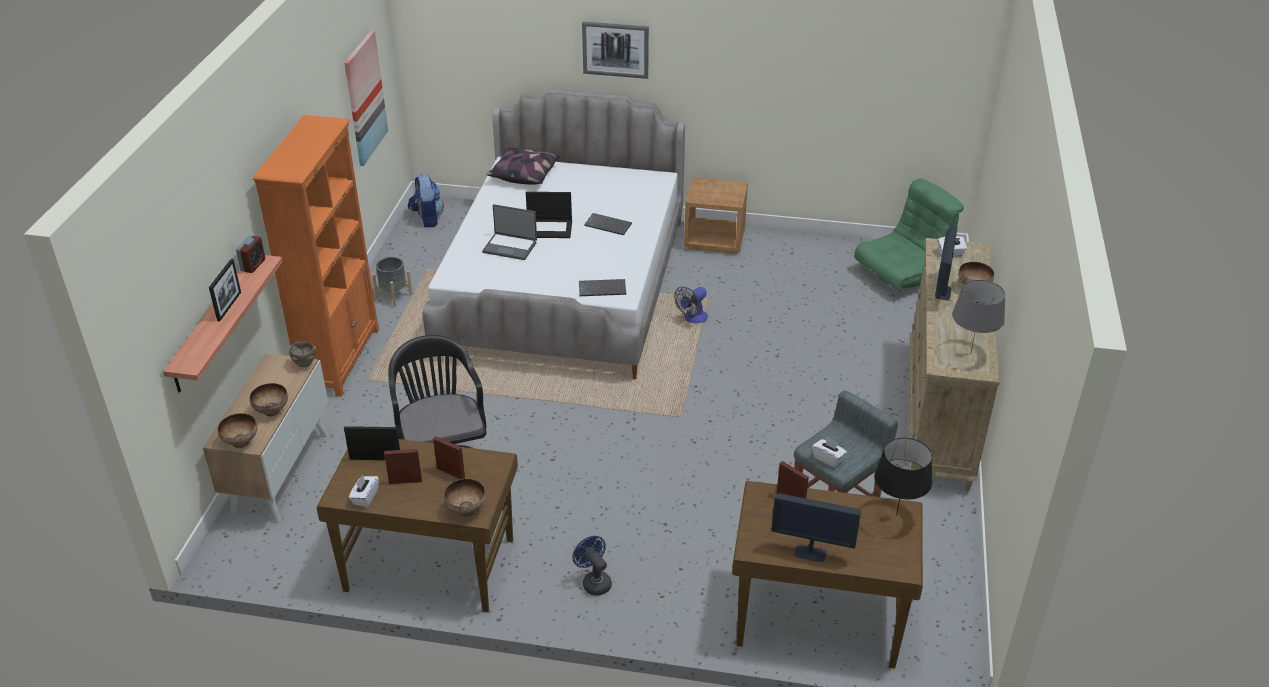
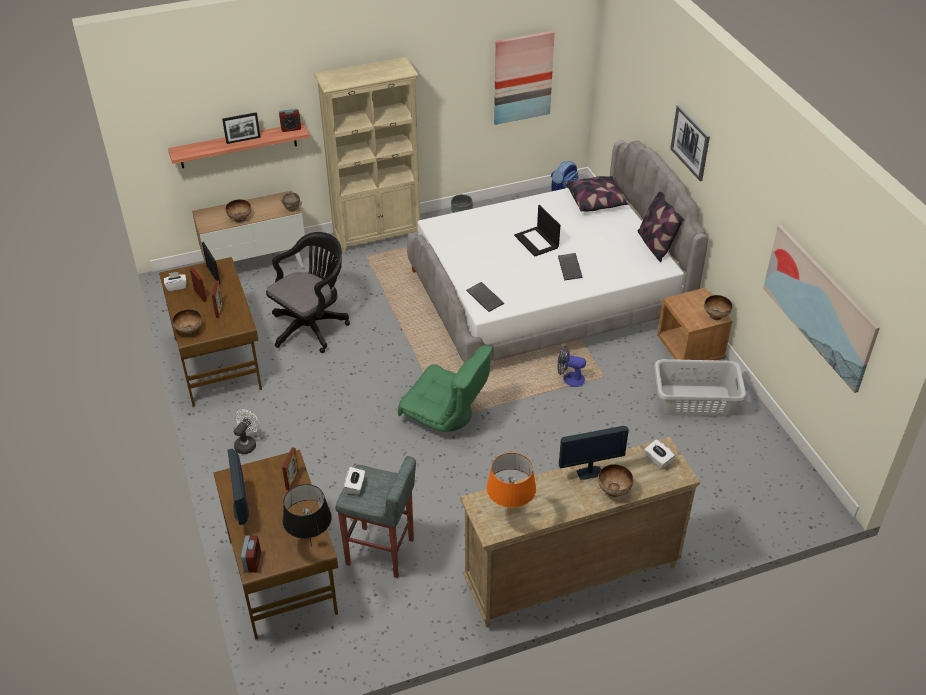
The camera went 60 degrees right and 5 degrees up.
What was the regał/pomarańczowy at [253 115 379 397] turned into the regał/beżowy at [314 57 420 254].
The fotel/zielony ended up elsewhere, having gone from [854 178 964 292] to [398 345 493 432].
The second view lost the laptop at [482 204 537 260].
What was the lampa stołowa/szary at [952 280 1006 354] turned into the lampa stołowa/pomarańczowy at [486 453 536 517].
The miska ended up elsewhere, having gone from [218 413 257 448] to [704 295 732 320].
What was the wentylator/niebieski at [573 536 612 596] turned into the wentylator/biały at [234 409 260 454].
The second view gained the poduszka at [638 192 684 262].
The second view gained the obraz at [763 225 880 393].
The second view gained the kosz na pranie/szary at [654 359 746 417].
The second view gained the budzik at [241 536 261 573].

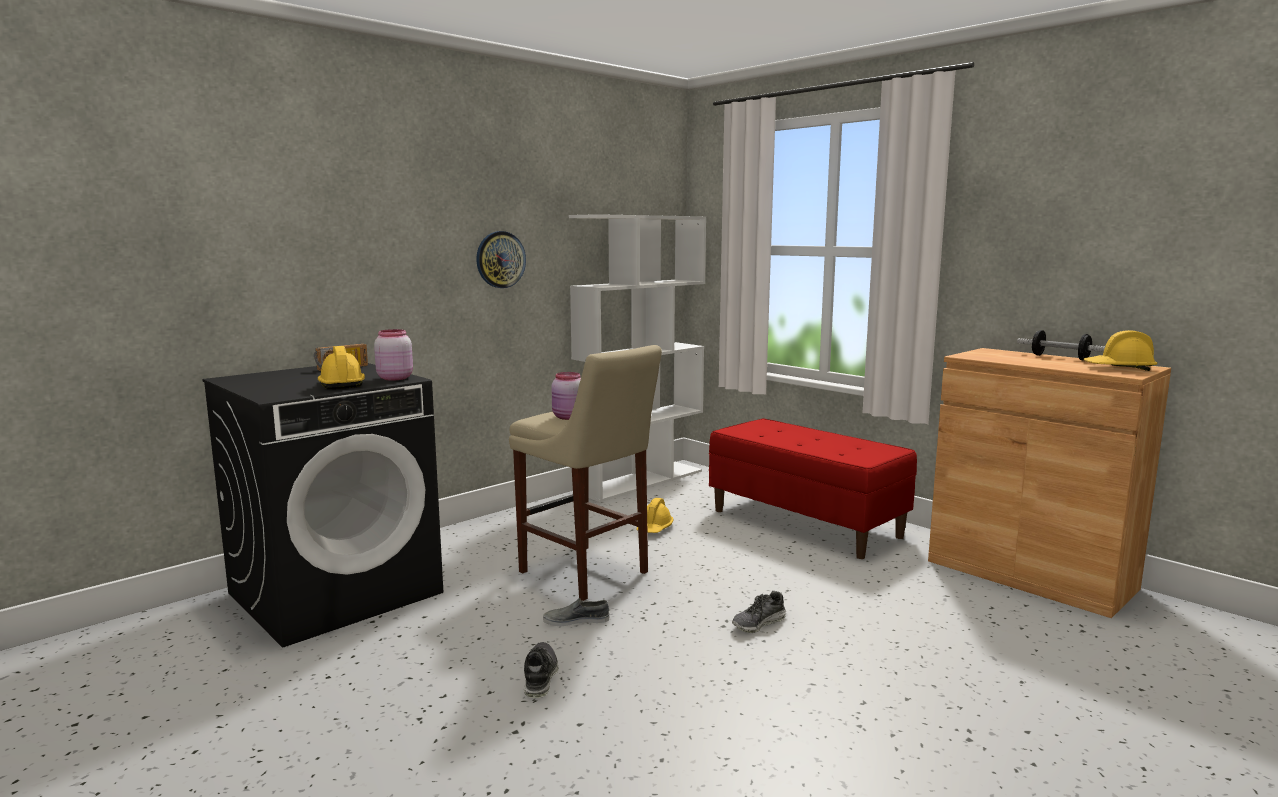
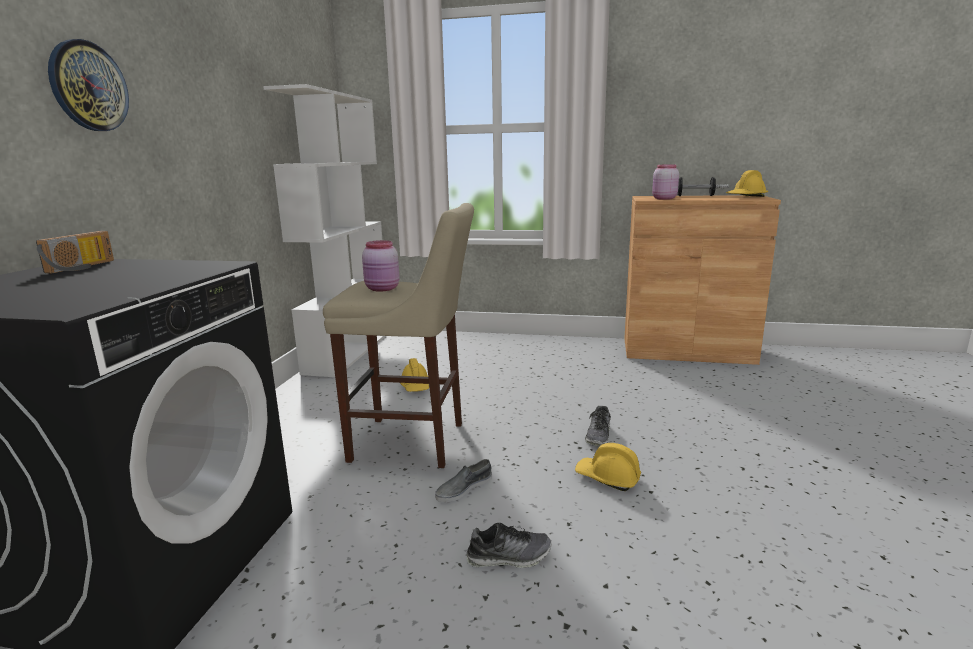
The camera went 35 degrees left and 5 degrees up.
The zegar ścienny ended up elsewhere, having gone from [476 231 526 288] to [48 39 129 131].
The słoik/różowy ended up elsewhere, having gone from [374 329 413 381] to [652 164 679 200].
The kask/żółty ended up elsewhere, having gone from [318 346 365 389] to [575 443 641 491].
The second view lost the ławka/czerwony at [709 419 917 559].
The but at [524 642 559 698] ended up facing another way, 120 degrees clockwise from before.

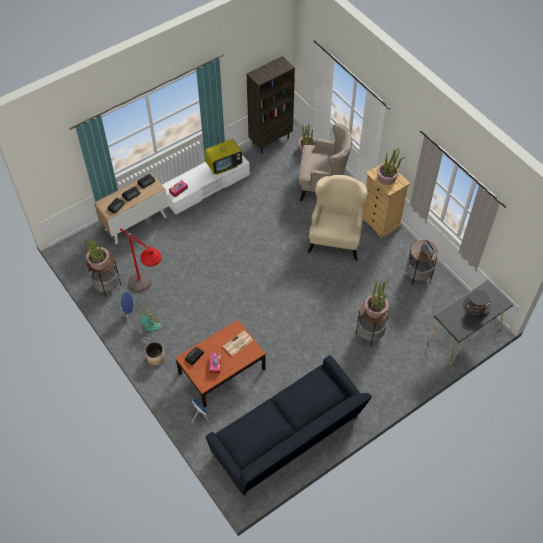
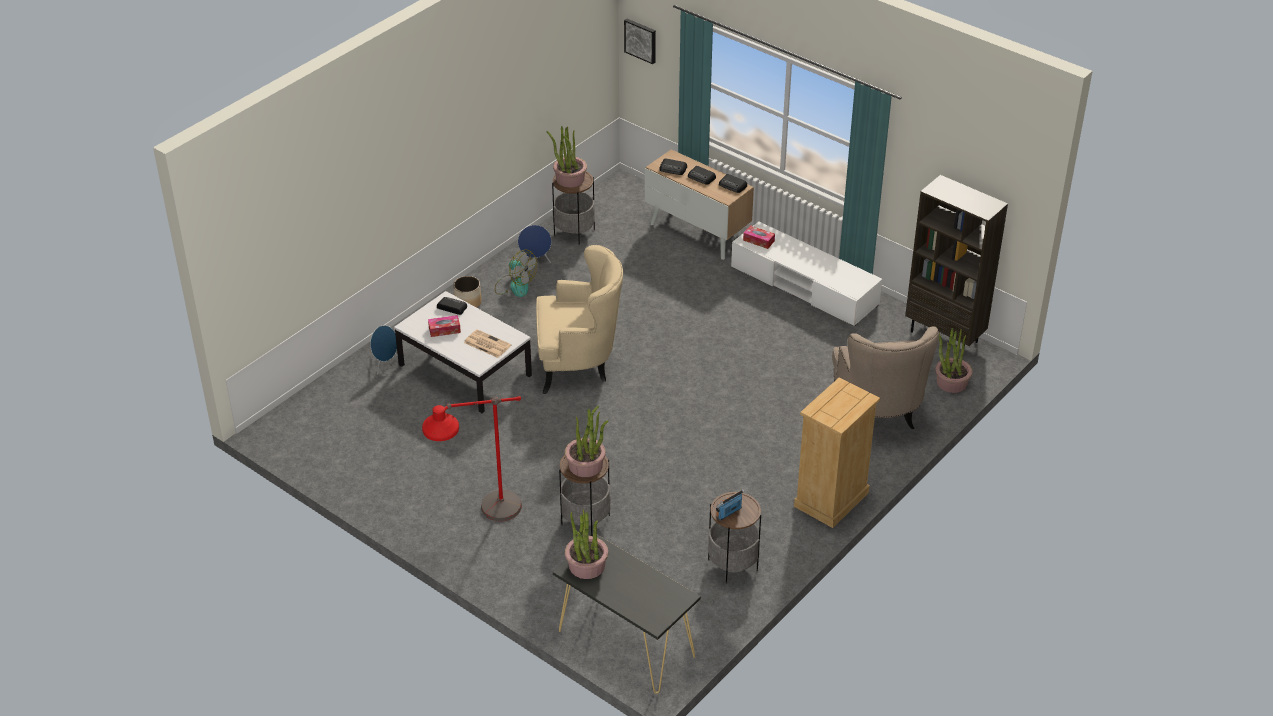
The camera went 75 degrees right and 15 degrees down.
The second view lost the telewizor at [205 137 242 175].
The roślina doniczkowa ended up elsewhere, having gone from [377 148 404 185] to [565 509 608 579].
The fotel/beżowy ended up elsewhere, having gone from [307 175 367 261] to [536 245 623 394].
The lampa stojąca/czerwony ended up elsewhere, having gone from [120 228 162 292] to [422 396 522 521].
The second view lost the kapelusz/szary at [463 290 491 315].
What was the ława/brązowy at [175 320 266 408] turned into the ława/biały at [394 291 532 413].
The second view lost the kanapa/czarny at [205 355 372 496].
The second view gained the obraz at [624 19 656 64].

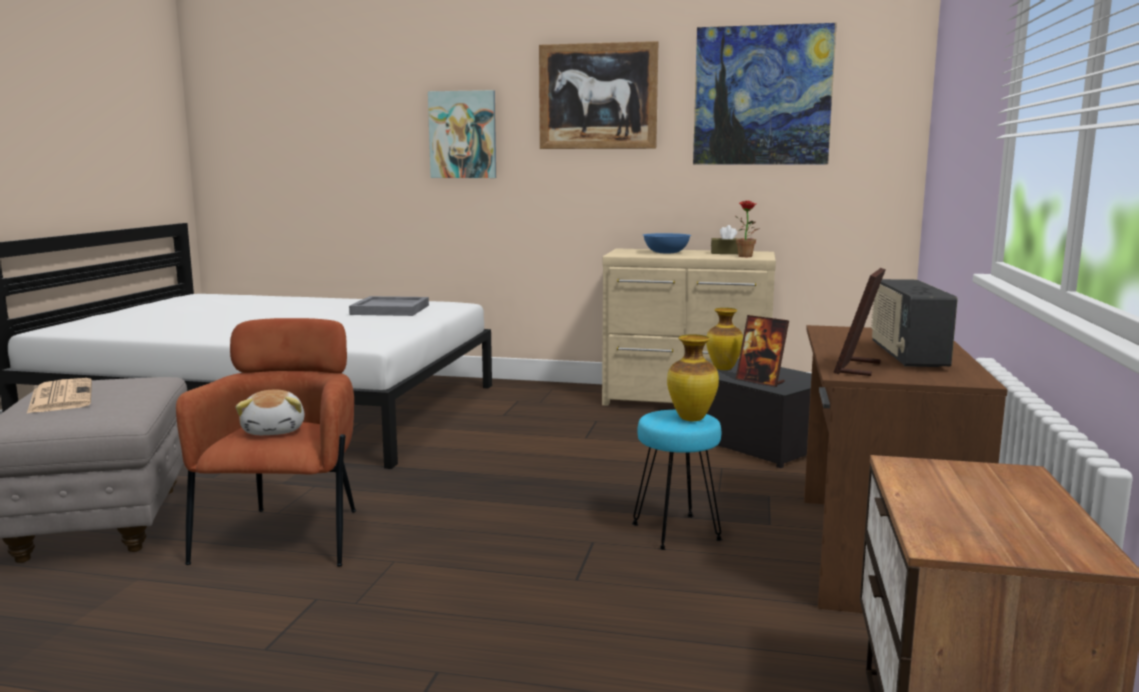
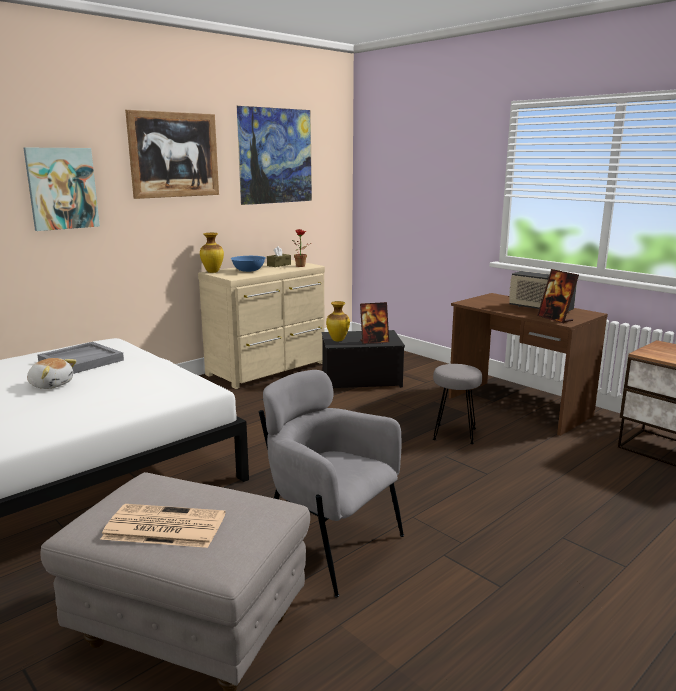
The camera went 55 degrees left and 5 degrees up.
What was the fotel/brązowy at [176 318 356 567] turned into the fotel/szary at [259 370 404 598].
The wazon ended up elsewhere, having gone from [667 334 719 421] to [200 233 224 273].
The pluszak ended up elsewhere, having gone from [235 390 305 435] to [27 358 77 389].
What was the stołek/turkusowy at [632 410 722 550] turned into the stołek/szary at [433 364 482 444].

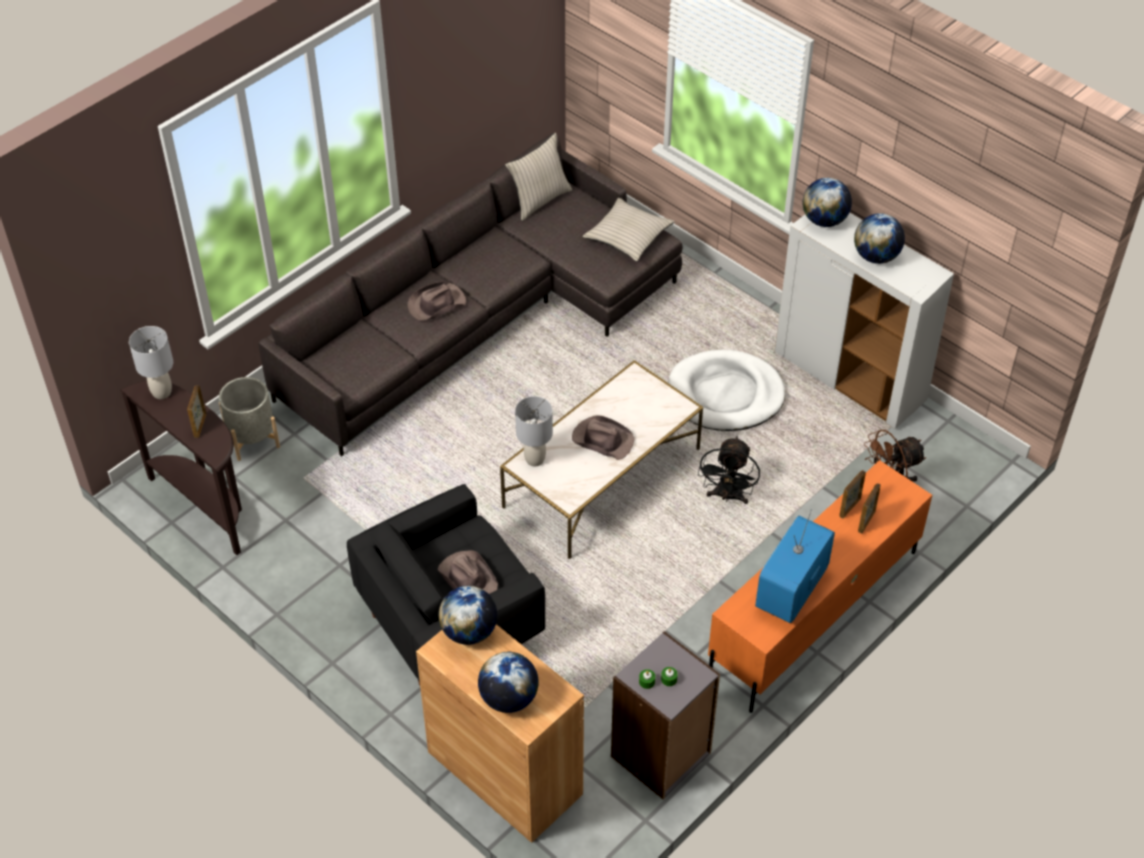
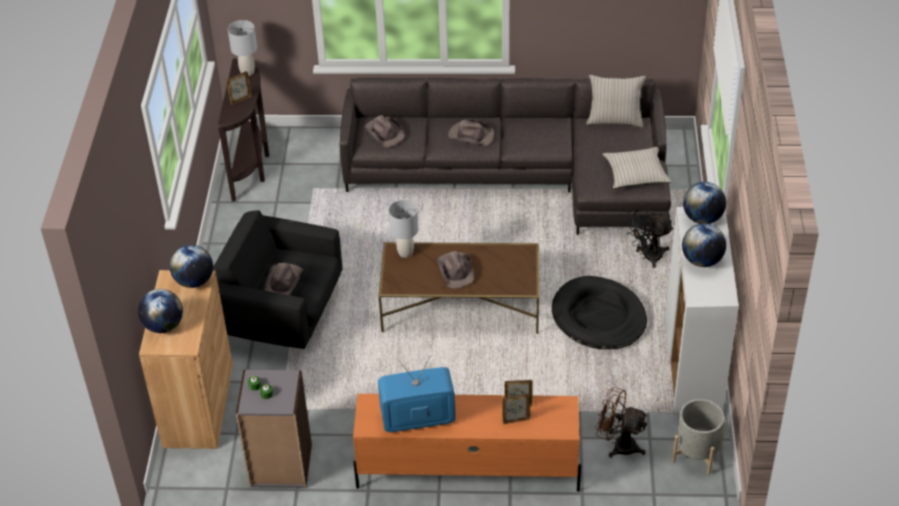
The camera went 50 degrees right and 5 degrees down.
What was the legowisko/biały at [668 350 785 431] turned into the legowisko/czarny at [552 276 647 349].
What was the ława/biały at [500 360 703 559] turned into the ława/brązowy at [379 242 539 334].
The donica/szary ended up elsewhere, having gone from [219 377 280 461] to [672 399 726 475].
The wentylator/czarny ended up elsewhere, having gone from [698 436 760 504] to [625 208 674 268].
The second view gained the kapelusz/brązowy at [364 115 405 147].

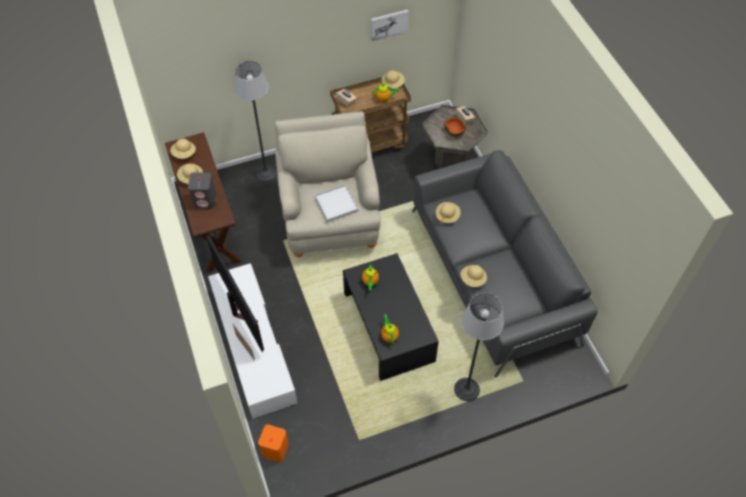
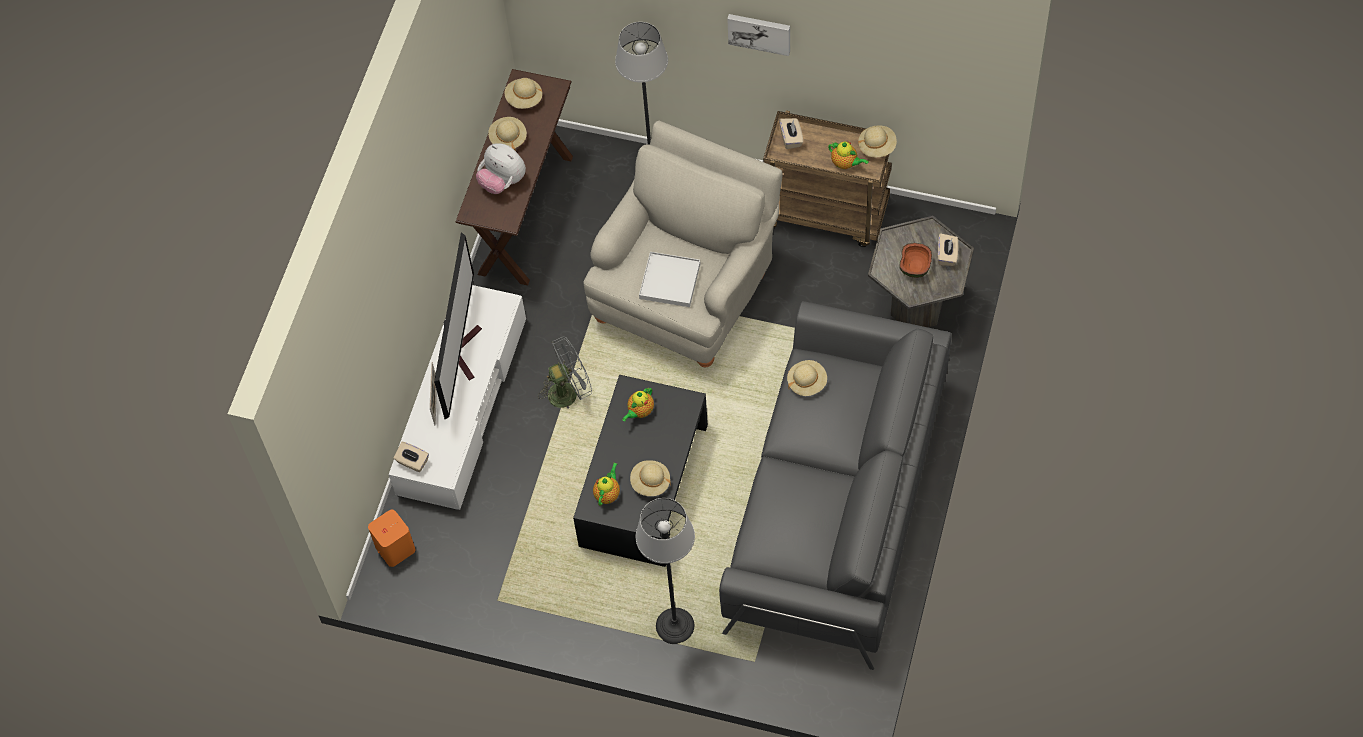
The camera went 40 degrees right and 5 degrees up.
The obraz ended up elsewhere, having gone from [371 9 409 41] to [727 14 790 56].
Where the głośnik/szary stood at [188 173 216 209], the pluszak came to stand at [476 143 526 194].
The kapelusz/beżowy ended up elsewhere, having gone from [461 265 487 287] to [630 460 671 496].
The second view gained the wentylator/szary at [538 336 592 409].
The second view gained the pudełko chusteczek/beżowy at [394 442 429 473].

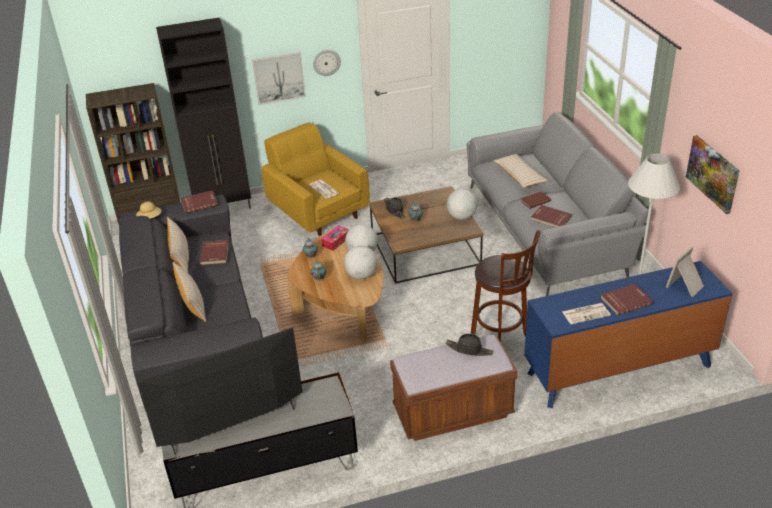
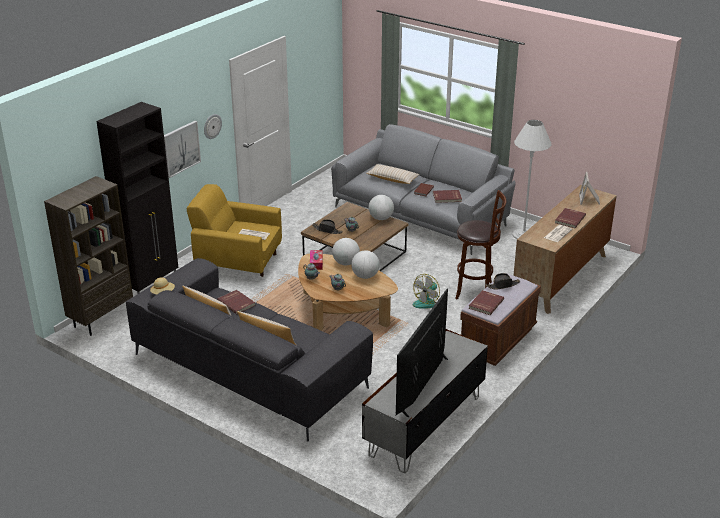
The camera went 40 degrees left and 5 degrees down.
The second view lost the obraz at [686 135 739 214].
The książka/czerwony ended up elsewhere, having gone from [180 191 218 214] to [469 290 504 315].
What was the komoda/niebieski at [524 261 732 408] turned into the komoda/brązowy at [513 185 617 314].
The second view gained the wentylator at [413 274 440 309].

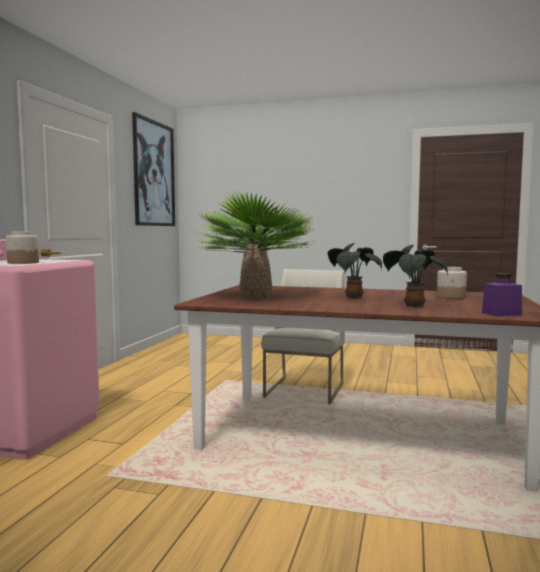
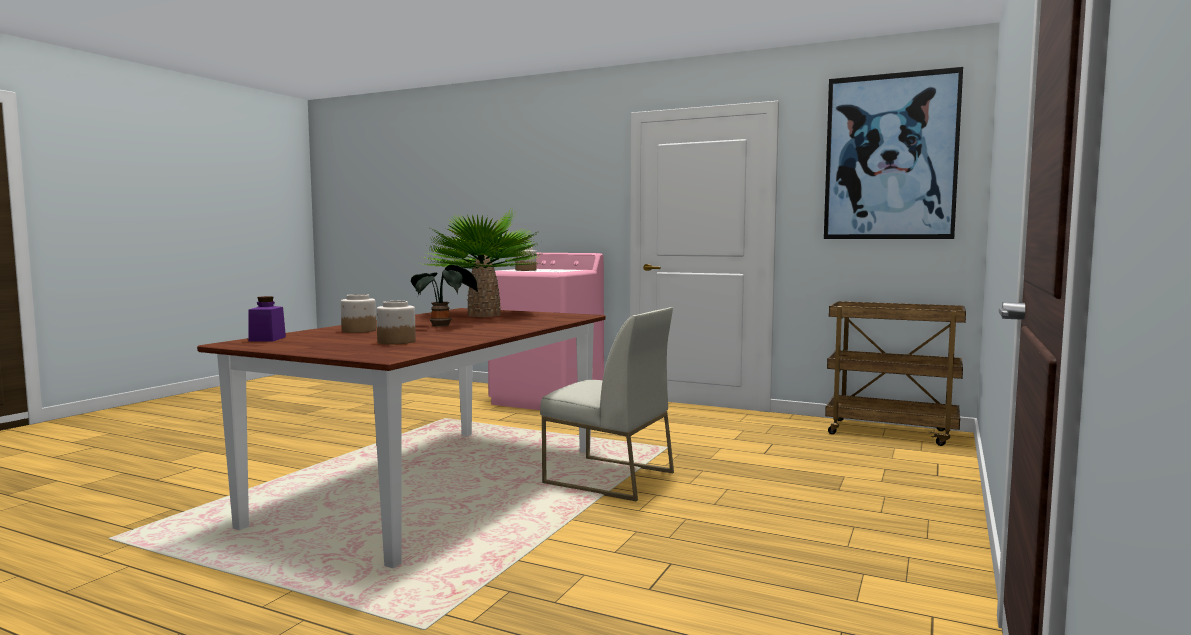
The camera went 100 degrees right and 0 degrees up.
Where the roślina doniczkowa stood at [383 245 448 308], the słoik came to stand at [341 294 376 333].
The second view gained the wózek/brązowy at [825 301 966 446].

